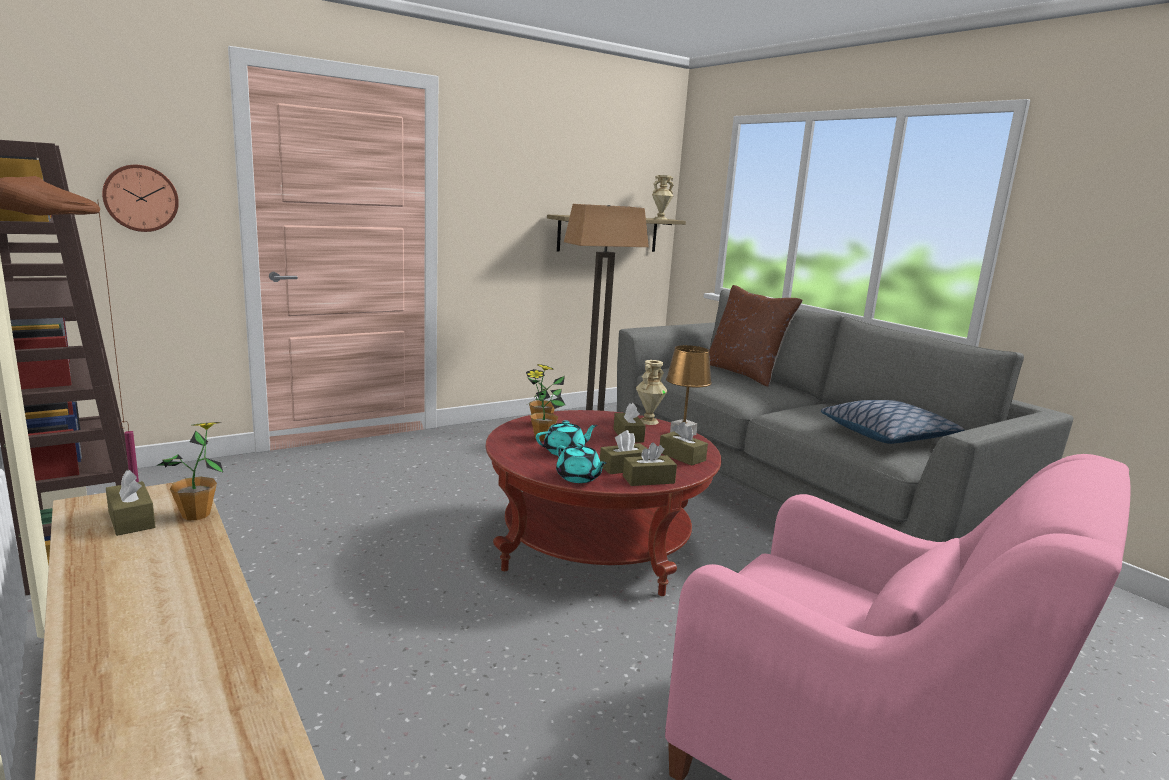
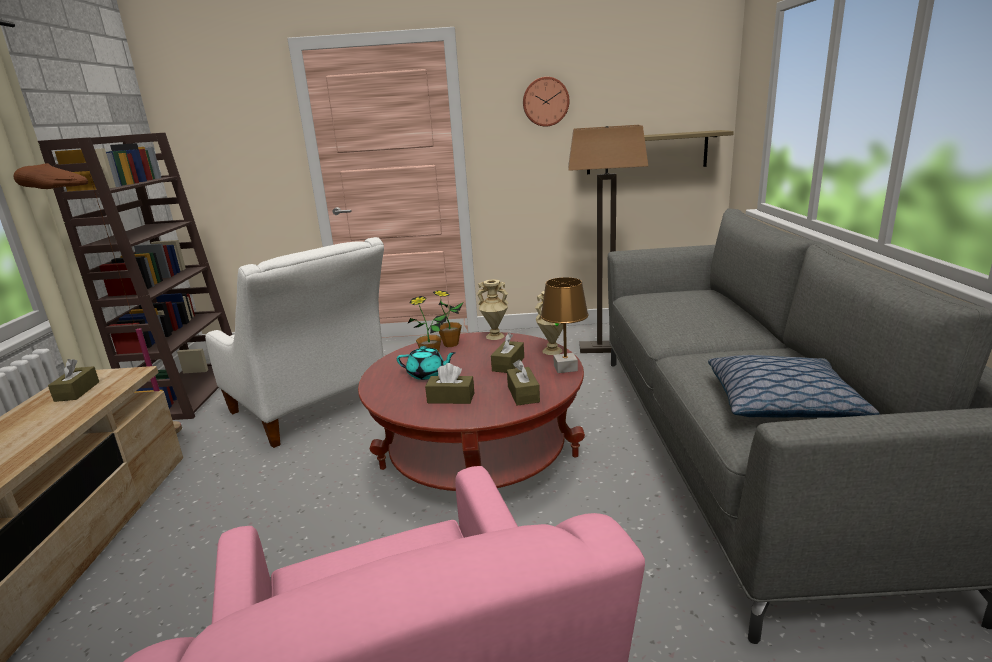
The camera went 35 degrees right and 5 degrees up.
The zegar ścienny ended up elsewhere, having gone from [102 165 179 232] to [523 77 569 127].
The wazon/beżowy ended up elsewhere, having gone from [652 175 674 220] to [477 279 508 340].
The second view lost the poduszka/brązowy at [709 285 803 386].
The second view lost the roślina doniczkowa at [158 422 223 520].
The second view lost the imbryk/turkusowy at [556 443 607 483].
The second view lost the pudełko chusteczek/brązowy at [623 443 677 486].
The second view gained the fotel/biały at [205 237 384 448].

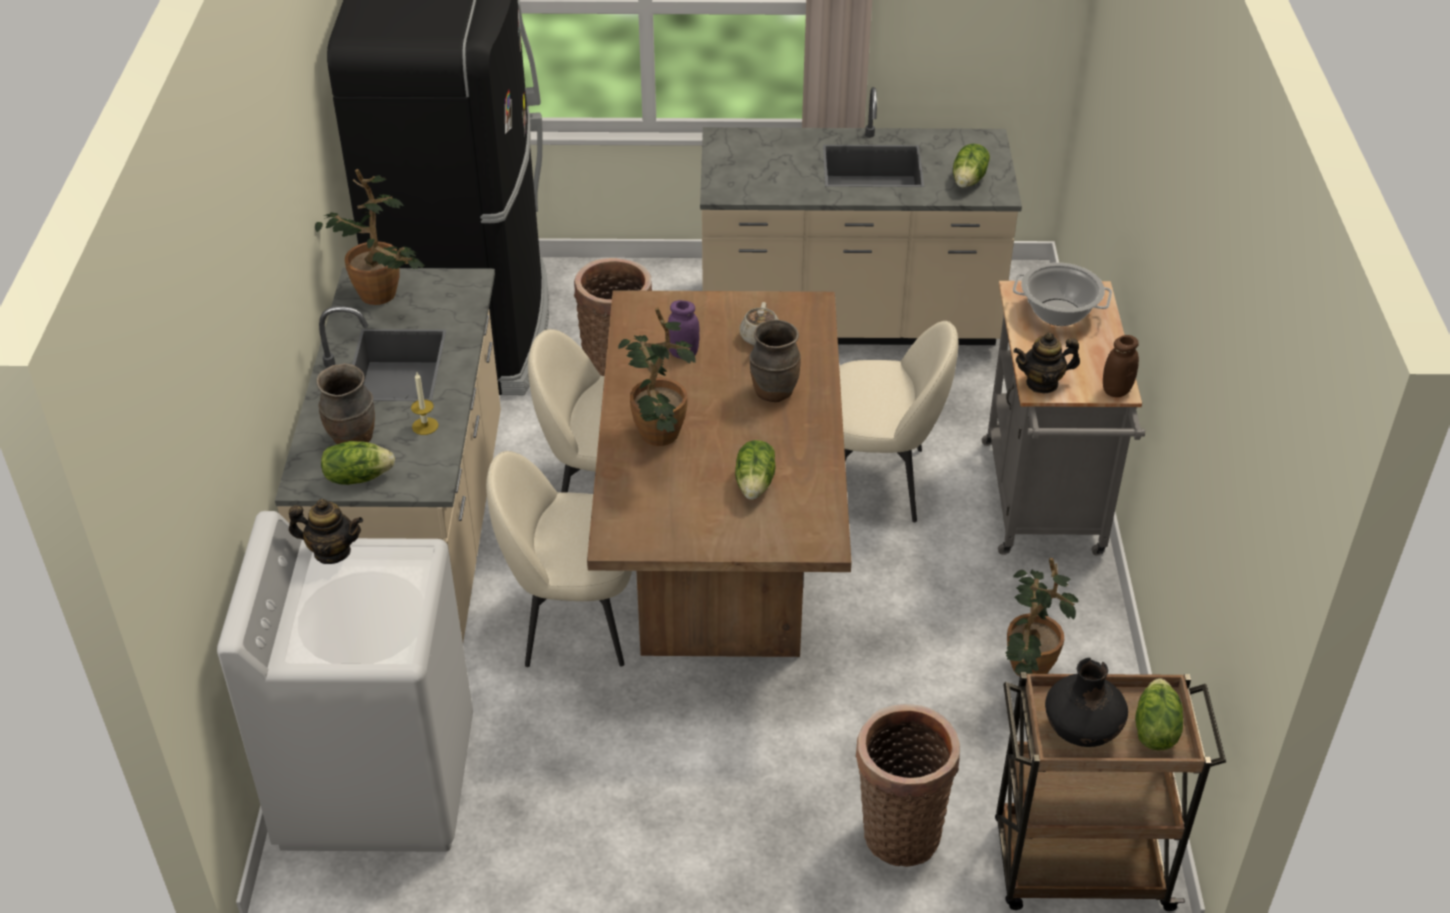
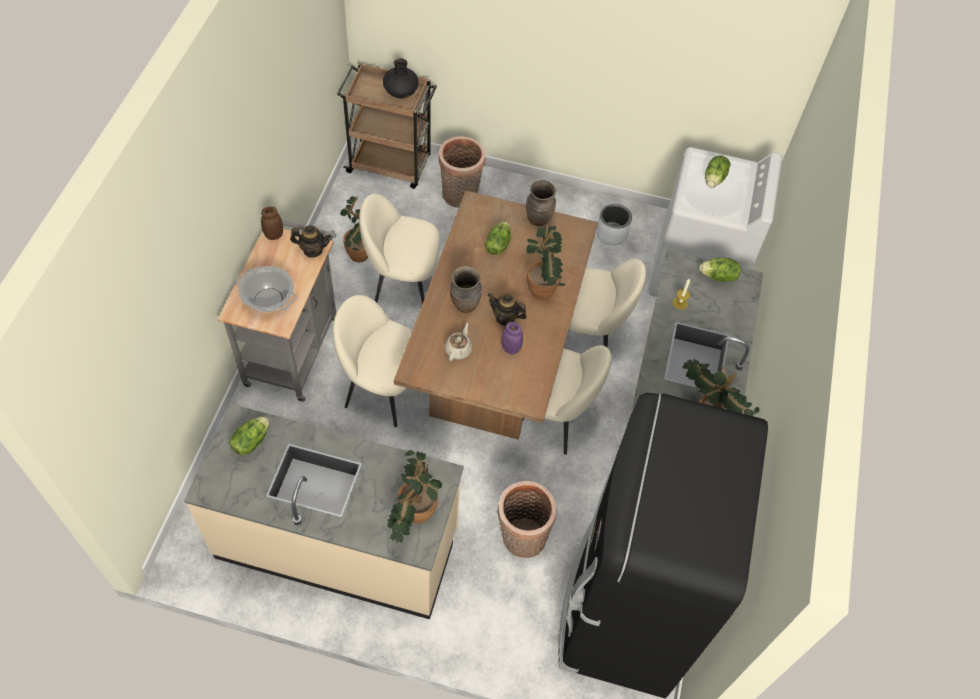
The camera went 170 degrees left and 15 degrees up.
The wazon/brązowy ended up elsewhere, having gone from [316 363 375 444] to [526 180 556 226].
The imbryk ended up elsewhere, having gone from [289 499 363 564] to [487 293 527 326].
The sałata ended up elsewhere, having gone from [1135 678 1183 751] to [705 155 731 188].
The second view gained the krzesło/beżowy at [359 194 440 304].
The second view gained the donica/szary at [596 204 632 245].
The second view gained the roślina doniczkowa at [387 450 442 543].

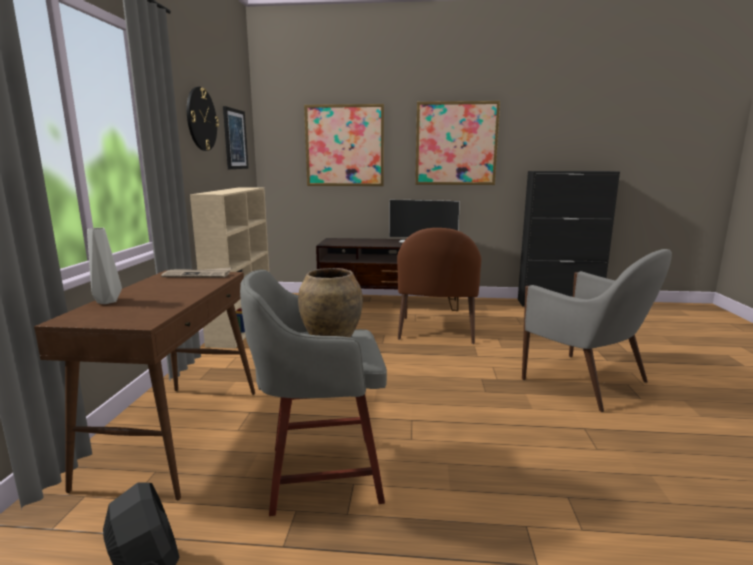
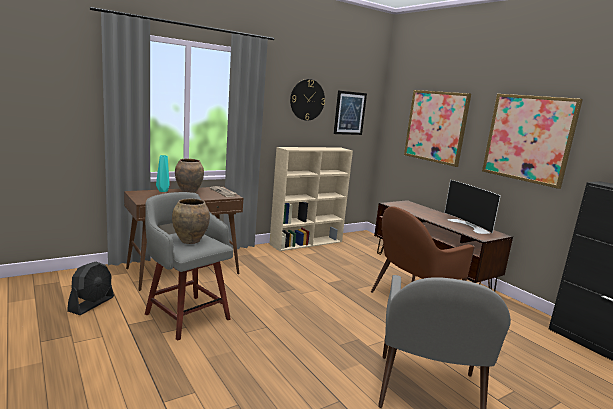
The camera went 50 degrees right and 0 degrees up.
What was the wazon/szary at [87 228 122 304] turned into the wazon/turkusowy at [156 155 170 192].
The second view gained the wazon/brązowy at [175 159 204 193].

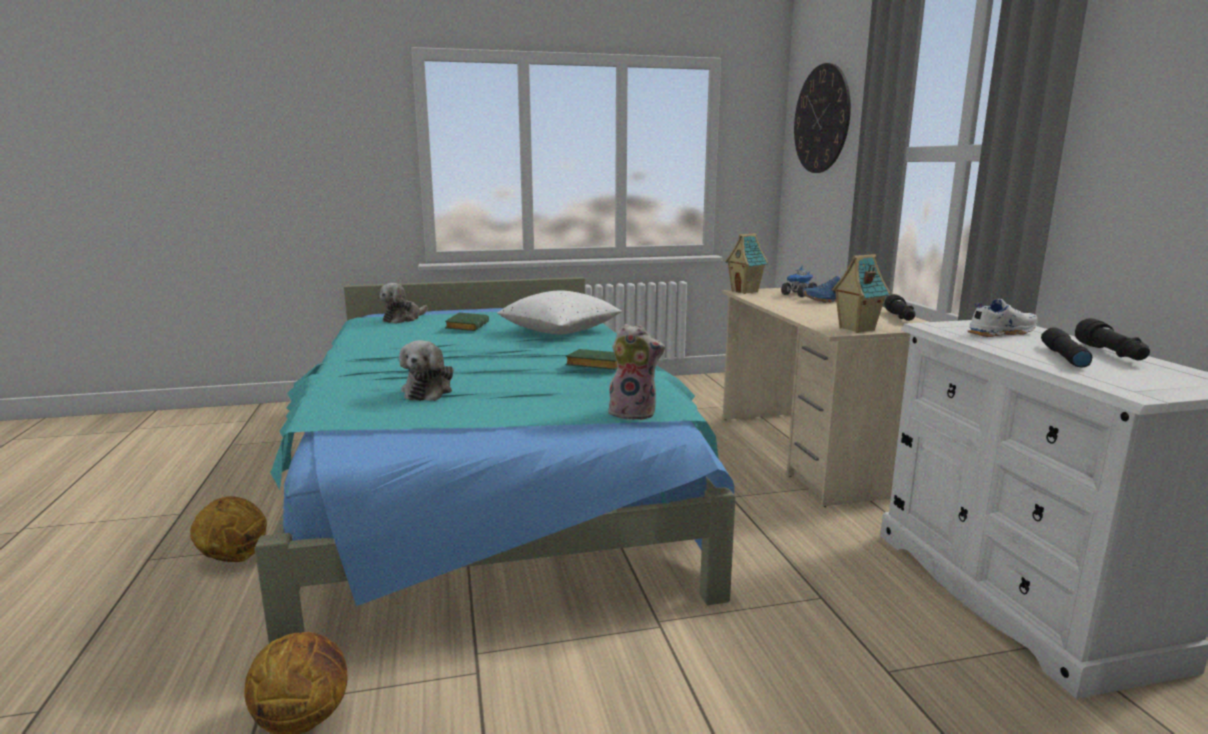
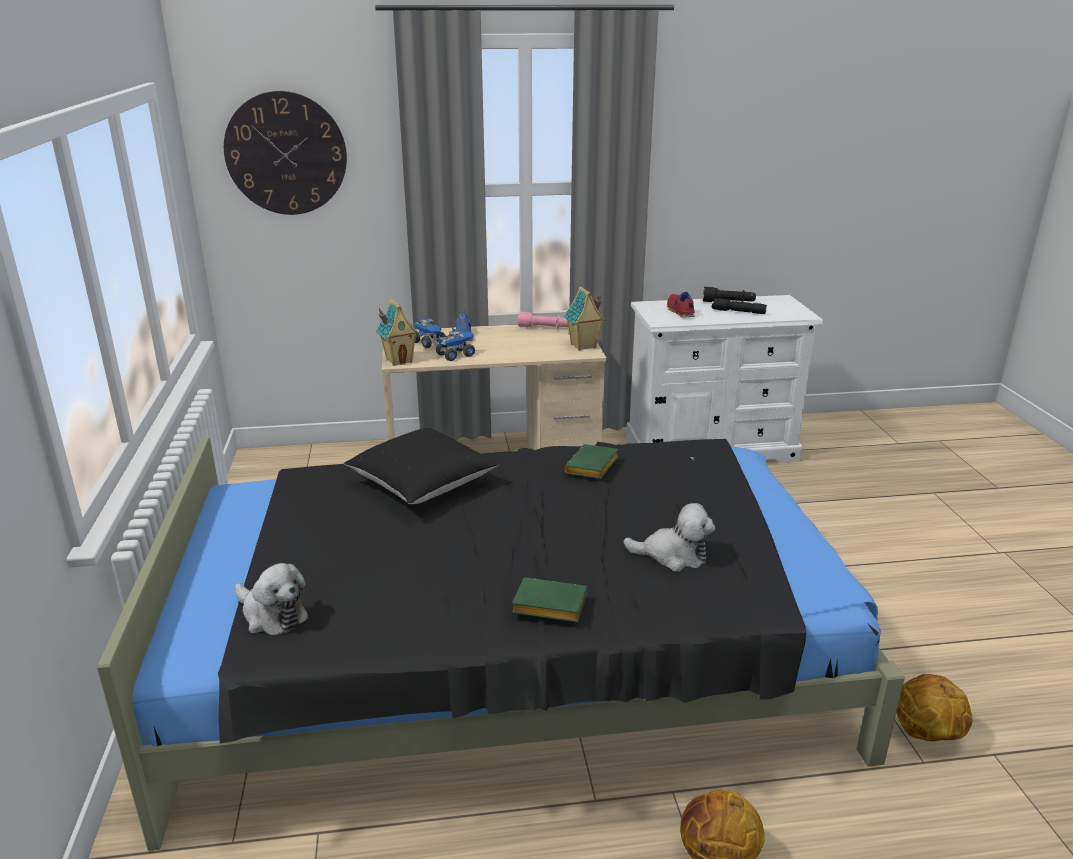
The camera went 85 degrees left and 10 degrees up.
What was the łóżko/turkusowy at [255 277 736 643] turned into the łóżko/czarny at [97 438 905 851].
What was the poduszka/biały at [497 290 622 334] turned into the poduszka/czarny at [344 428 499 504].
What was the latarka/czarny at [884 294 916 321] turned into the latarka/różowy at [518 312 568 328].
What was the but/biały at [968 299 1037 337] turned into the but/czerwony at [667 292 695 318].
The książka/zielony ended up elsewhere, having gone from [445 313 489 331] to [512 577 587 622].
The second view lost the pluszak at [608 324 665 420].
The second view gained the ciężarówka zabawkowa at [436 328 475 361].

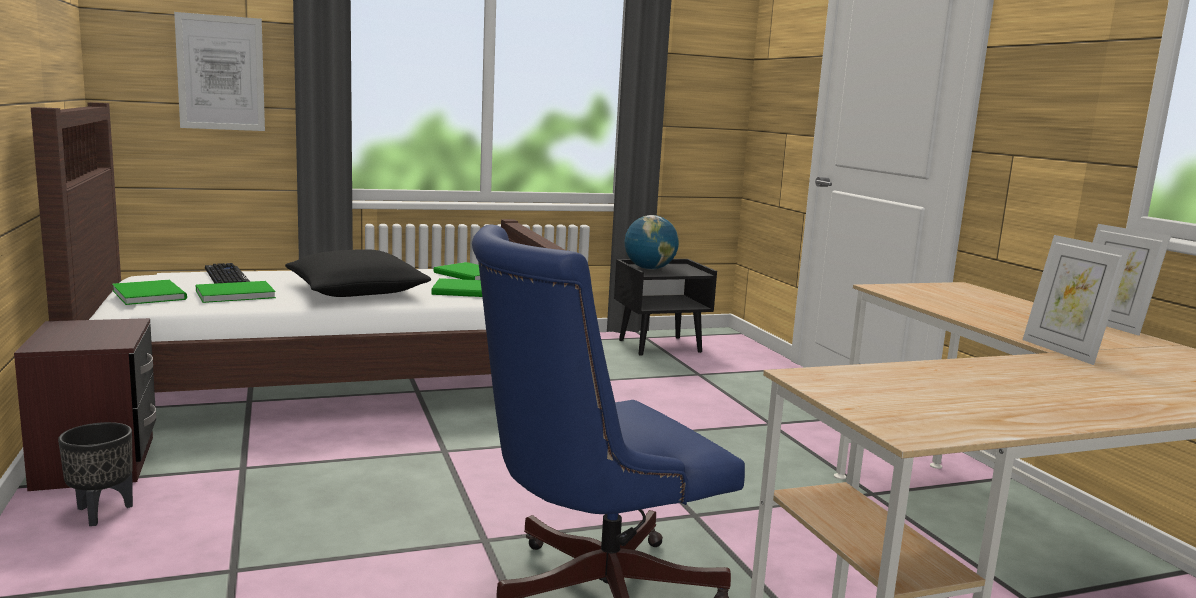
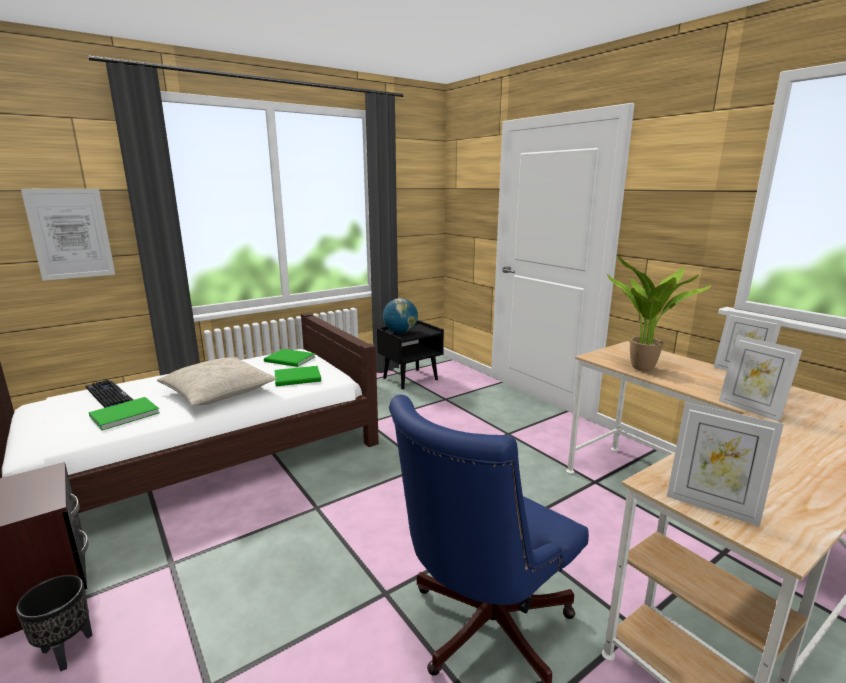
The camera went 15 degrees left and 5 degrees up.
What was the poduszka/czarny at [285 249 431 297] turned into the poduszka/beżowy at [157 357 277 406].
The second view lost the książka/zielony at [112 280 187 305].
The second view gained the roślina doniczkowa at [607 255 712 371].
The second view gained the ramka na zdjęcie at [667 402 784 527].

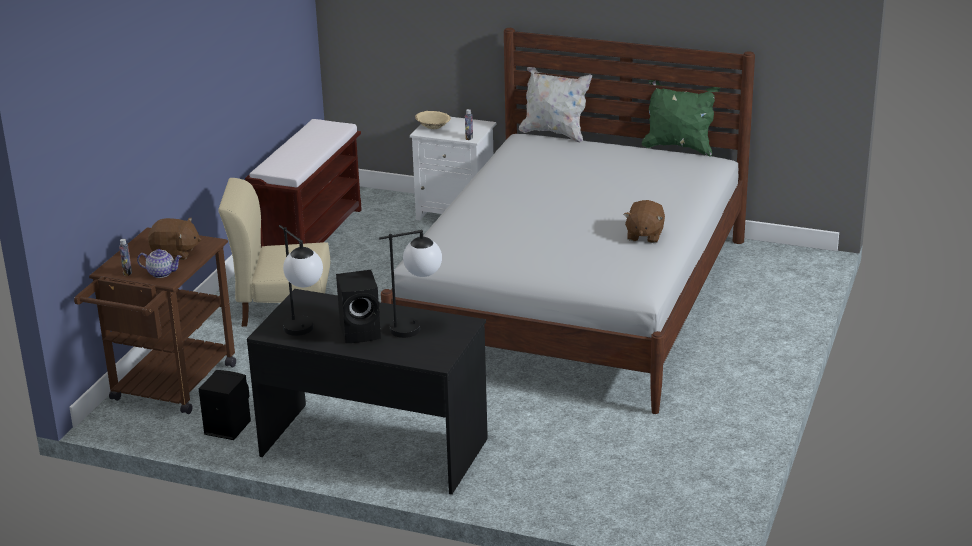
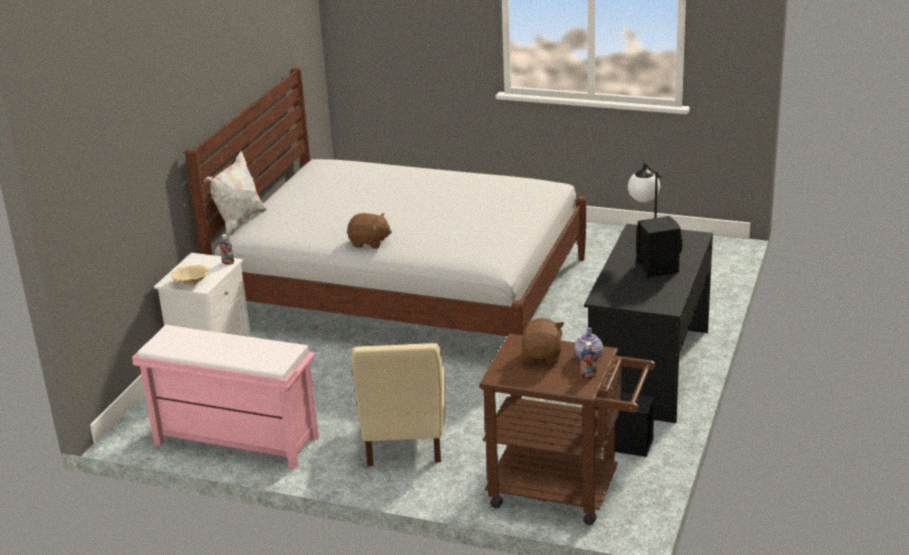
The camera went 90 degrees left and 0 degrees up.
The second view lost the poduszka/zielony at [642 80 720 157].
What was the ławka/brązowy at [245 119 362 247] turned into the ławka/różowy at [132 325 319 469].
The pluszak/brązowy ended up elsewhere, having gone from [623 200 665 243] to [347 213 392 249].
The second view lost the lampa stołowa at [279 225 323 336].

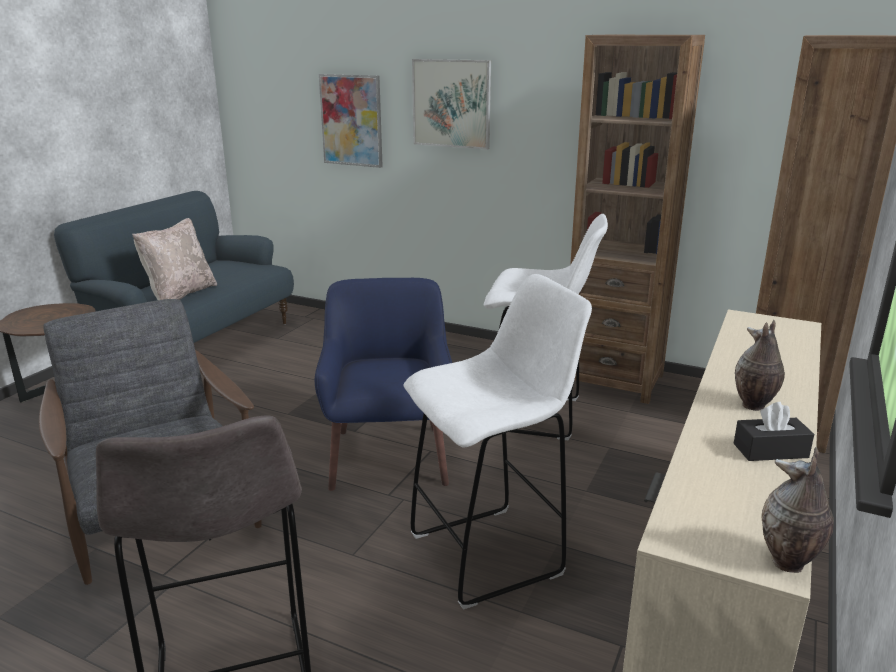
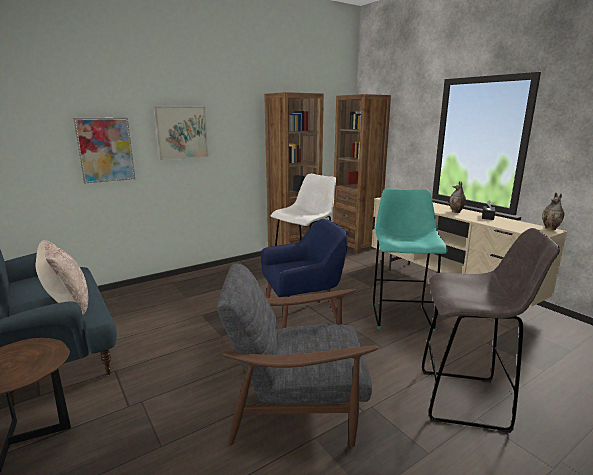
The camera went 60 degrees left and 5 degrees down.
What was the stołek/biały at [403 274 592 609] turned into the stołek/turkusowy at [373 188 448 331].
The fotel/niebieski at [315 278 452 491] ended up facing another way, 135 degrees clockwise from before.

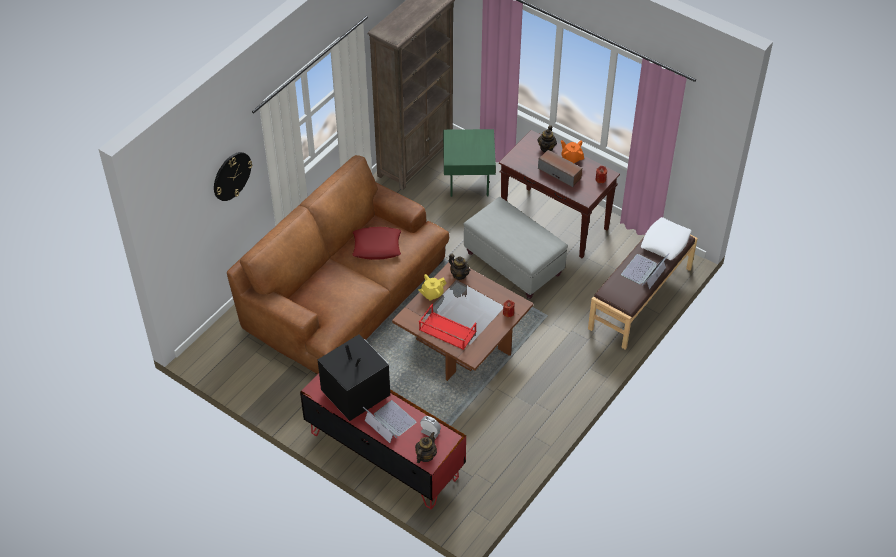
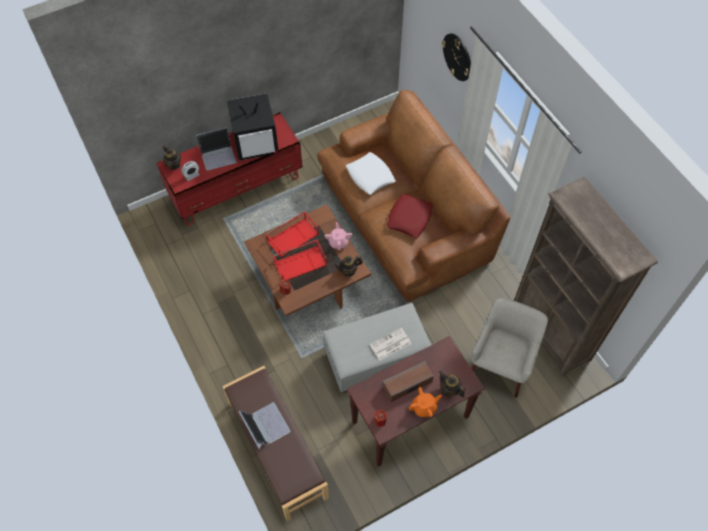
The camera went 115 degrees right and 10 degrees up.
Where the stolik/zielony stood at [443 129 496 197], the fotel/beżowy came to stand at [471 298 548 398].
The poduszka/biały ended up elsewhere, having gone from [641 217 691 260] to [346 152 395 195].
What was the imbryk/żółty at [419 274 446 301] turned into the imbryk/różowy at [325 222 352 250].
The second view gained the taca/czerwony at [273 240 327 280].
The second view gained the gazeta at [370 328 411 360].

